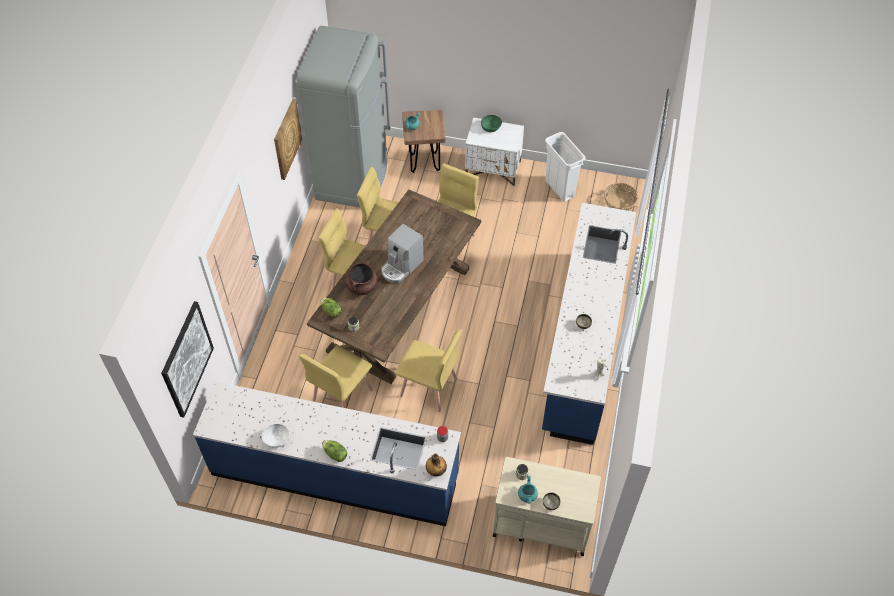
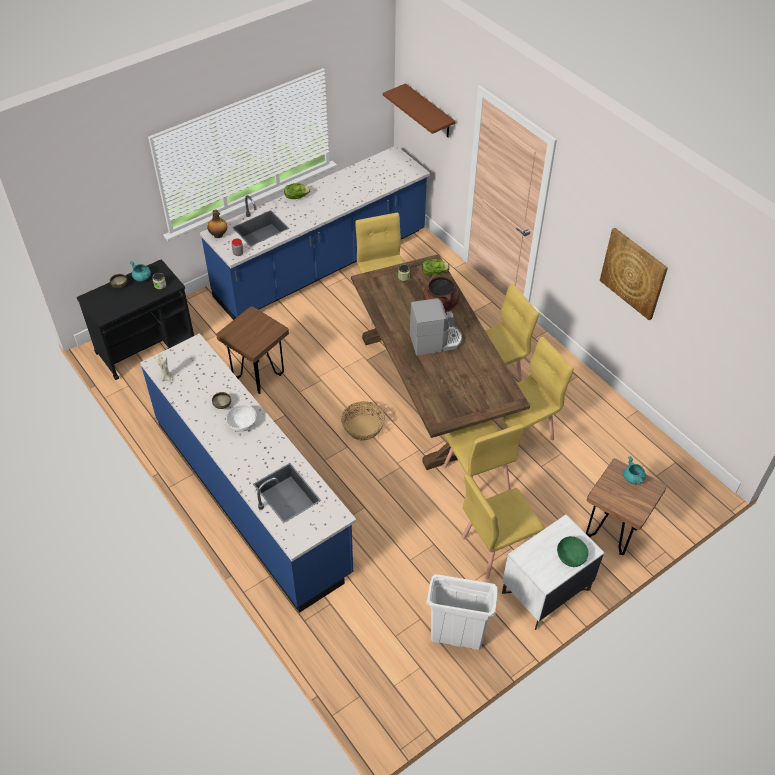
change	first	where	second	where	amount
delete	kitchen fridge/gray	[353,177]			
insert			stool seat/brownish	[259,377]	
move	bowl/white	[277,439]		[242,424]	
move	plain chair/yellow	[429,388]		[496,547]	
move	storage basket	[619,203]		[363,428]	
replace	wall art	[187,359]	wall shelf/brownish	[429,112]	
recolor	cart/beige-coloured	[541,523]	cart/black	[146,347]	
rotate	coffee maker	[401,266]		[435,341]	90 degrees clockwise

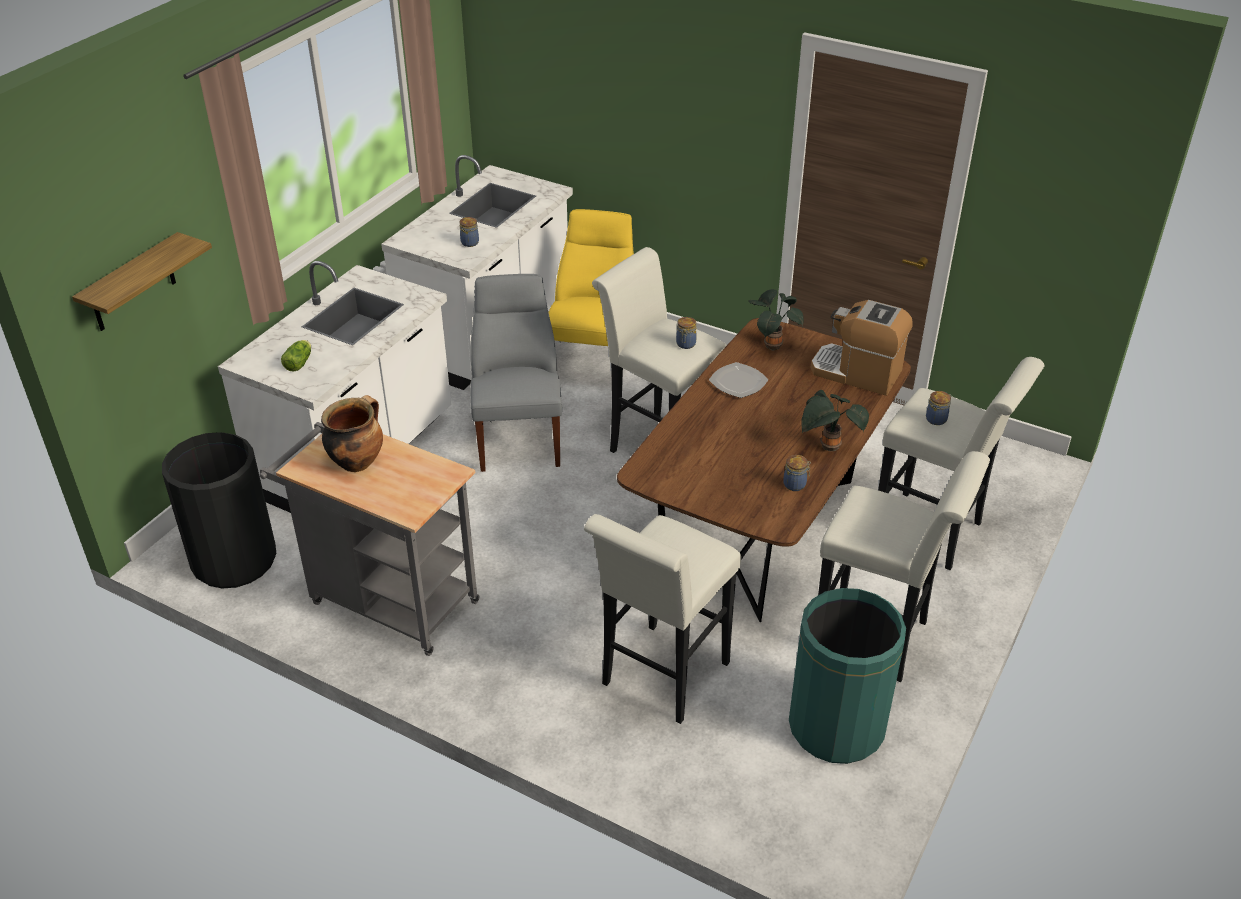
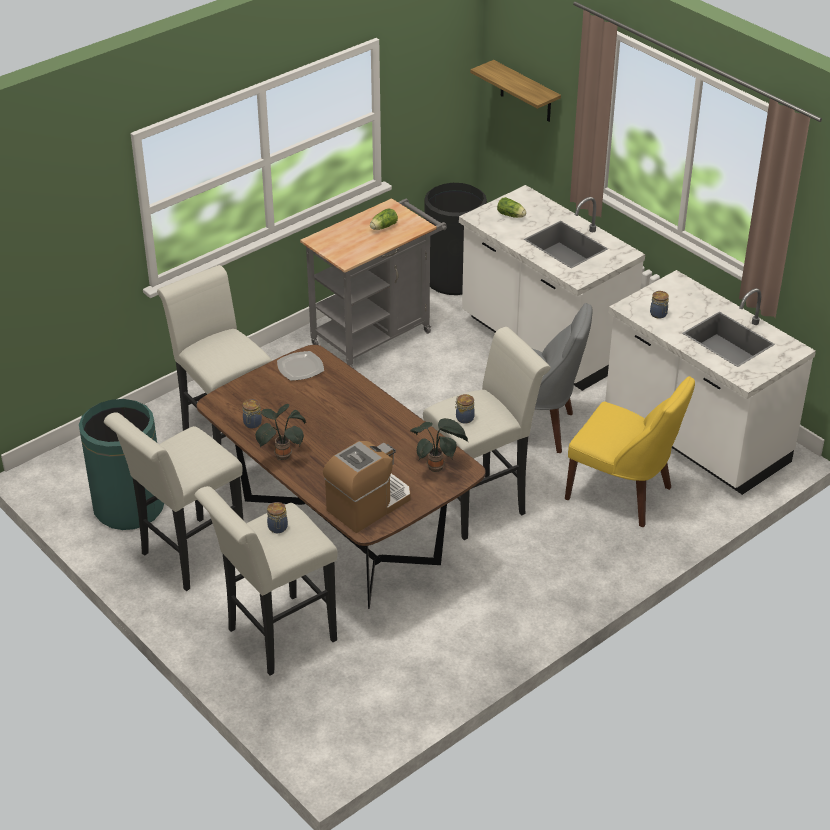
change	first	where	second	where	amount
move	flat dish	[738,382]		[301,368]	
replace	cooking pot	[357,461]	lettuce	[382,227]	

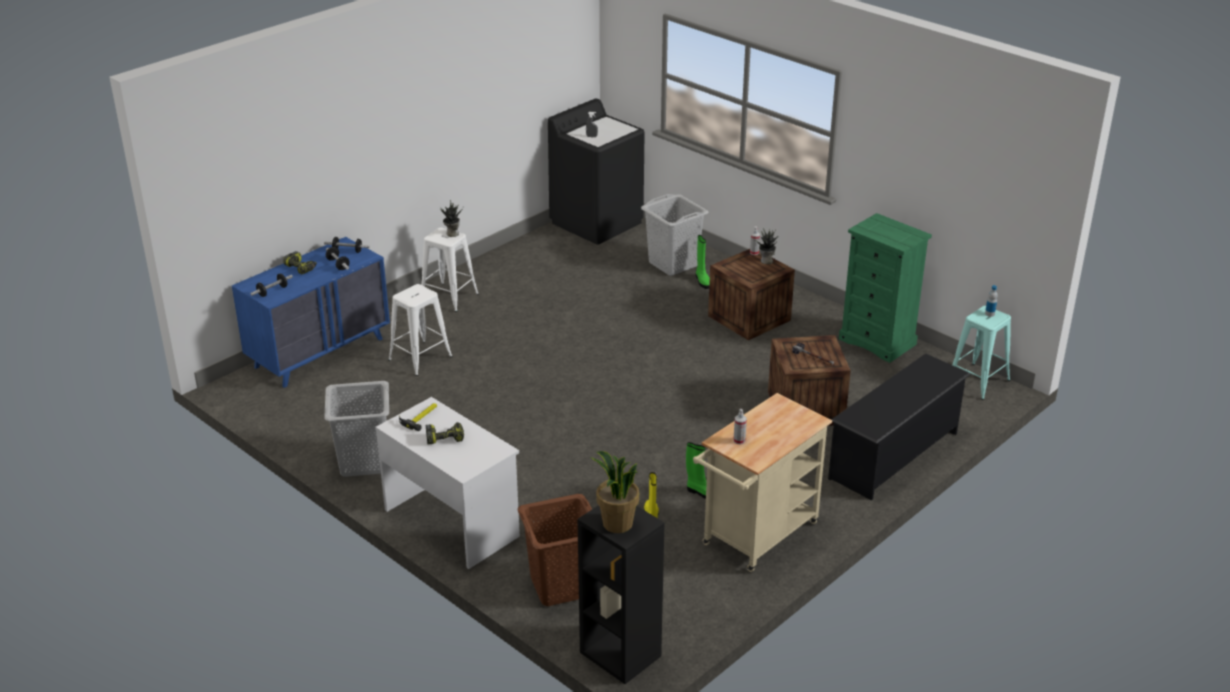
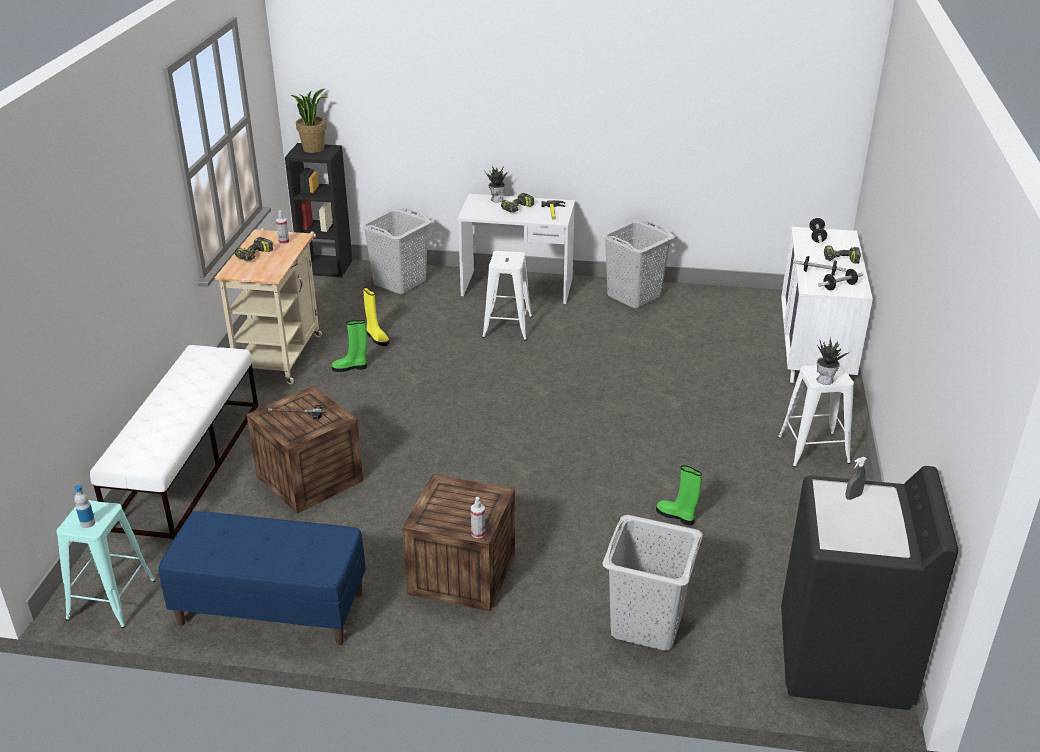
change	first	where	second	where	amount
insert			power drill	[255,255]	
move	stool seat/white	[420,358]		[507,327]	
move	tall boot/green	[702,281]		[676,516]	
move	houseplant	[766,261]		[497,199]	
replace	shoe stand/black	[894,455]	bench/white	[188,463]	
replace	dresser/green	[877,342]	bench/blue	[270,609]	
recolor	dresser/blue	[320,352]	dresser/white	[814,350]	
recolor	washing basket/brownish	[560,585]	washing basket/gray	[400,282]	

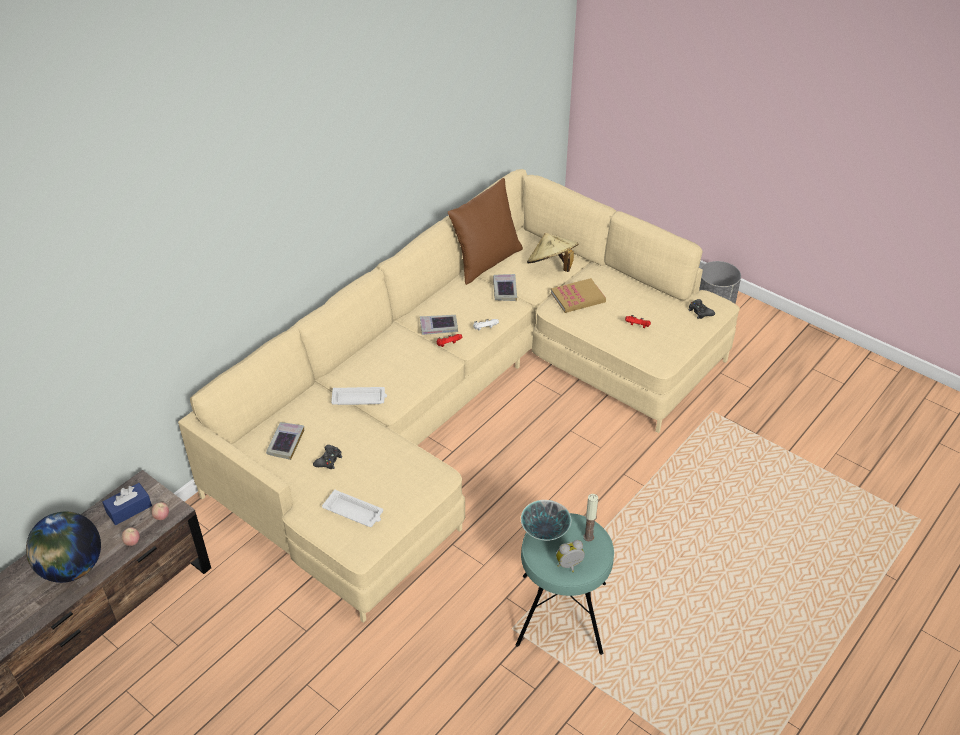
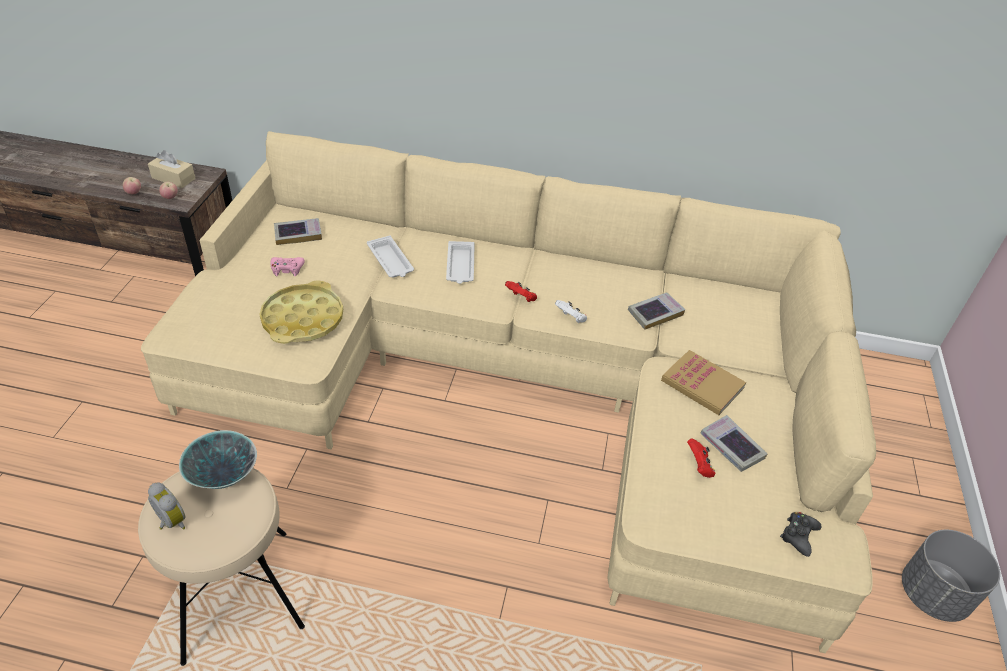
change	first	where	second	where	amount
delete	globe	[72,568]			
delete	pillow/brownish	[486,262]			
delete	wearable hat/beige-coloured	[552,266]			
delete	candle	[588,537]			
insert			tray/yellow	[303,319]	
move	tray/white	[354,512]		[460,266]	
move	volume	[438,327]		[731,447]	
recolor	tissue box/blue	[129,509]	tissue box/beige-coloured	[173,178]	
recolor	game controller/black	[328,460]	game controller/pink-coloured	[287,269]	
recolor	stool seat/turquoise	[561,614]	stool seat/beige-coloured	[236,594]	

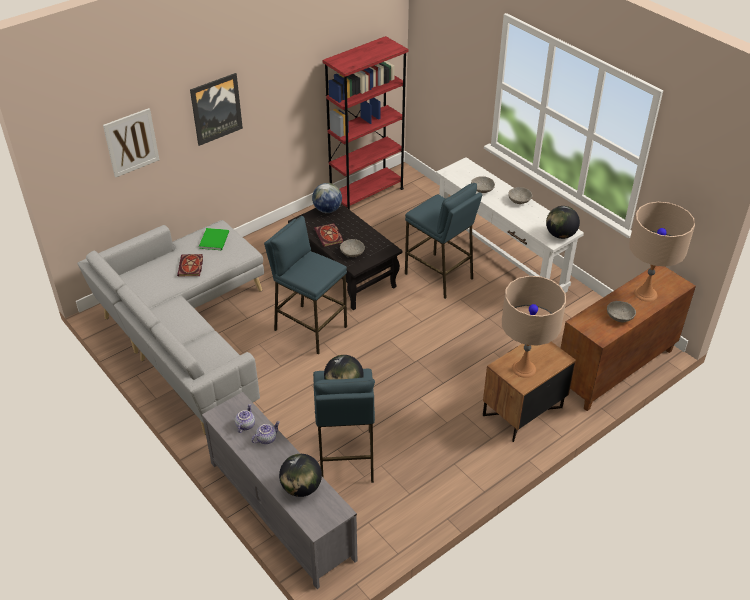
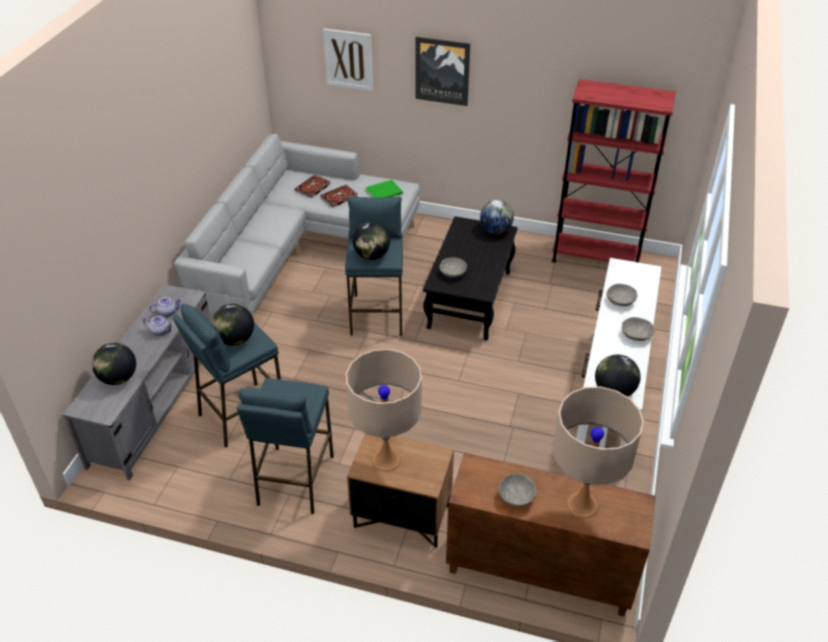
change	first	where	second	where	amount
insert			globe	[372,255]	
move	volume	[329,236]		[313,188]	
move	stool seat/blue	[439,276]		[294,480]	

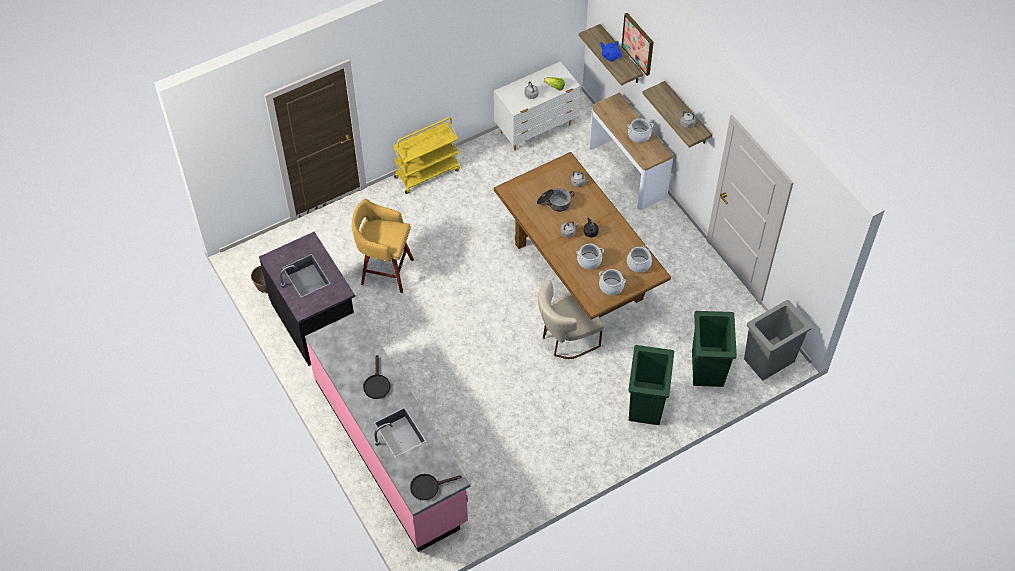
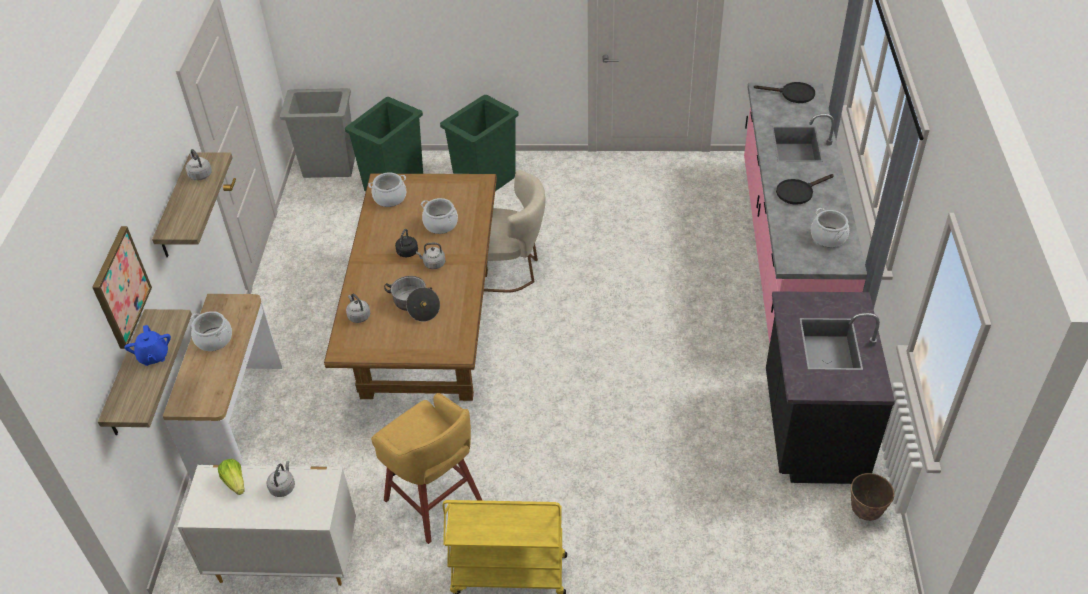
change	first	where	second	where	amount
move	stool seat/yellow	[385,271]		[435,503]	
move	cooking pot	[611,286]		[828,237]	
rotate	pan/black	[376,384]		[798,192]	150 degrees counterclockwise

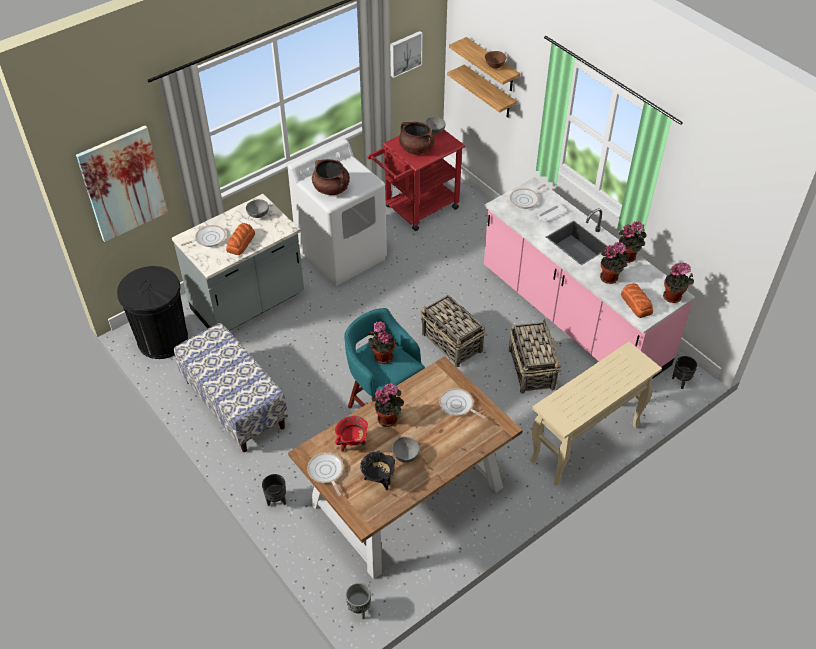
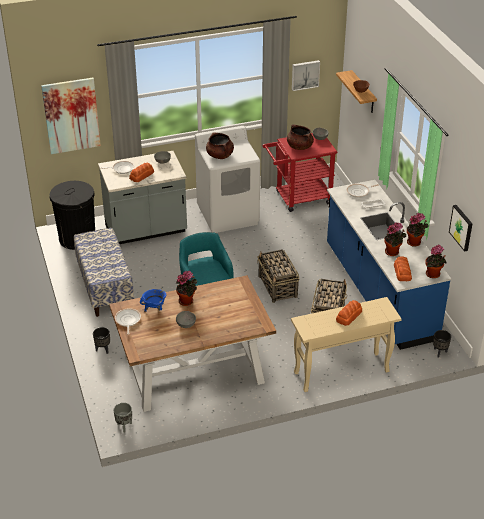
change	first	where	second	where	amount
delete	cooking pot/black	[378,479]			
delete	houseplant	[382,356]			
delete	pan	[458,405]			
delete	wall shelf	[489,92]			
insert			baked bread	[348,316]	
insert			wall art	[462,227]	
recolor	cooking pot/red-coloured	[352,442]	cooking pot/blue	[154,309]	
recolor	kitchen base unit/pink-coloured	[572,317]	kitchen base unit/blue	[378,292]	

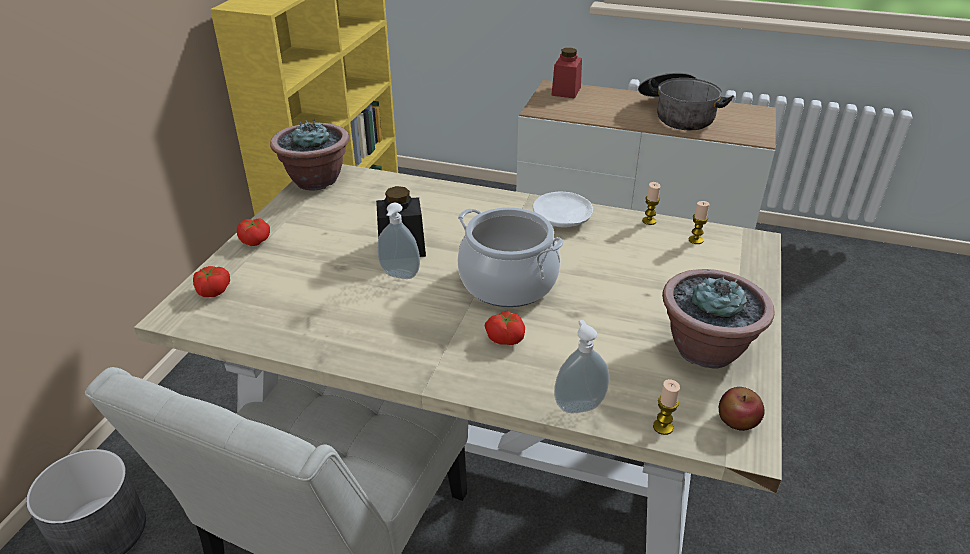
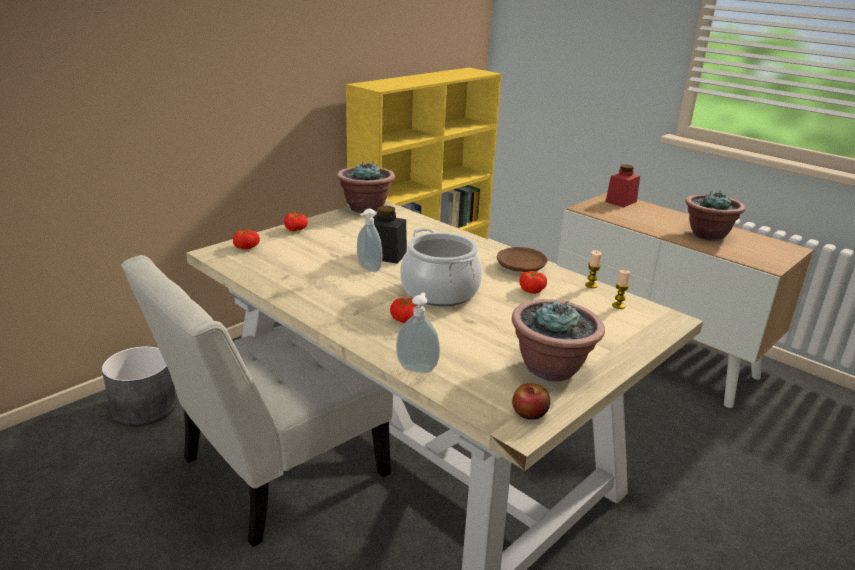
change	first	where	second	where	amount
delete	candle	[663,427]			
insert			whole tomato	[530,290]	
replace	cooking pot	[677,114]	houseplant	[707,235]	
recolor	flat dish/white	[562,219]	flat dish/brownish	[520,267]	

